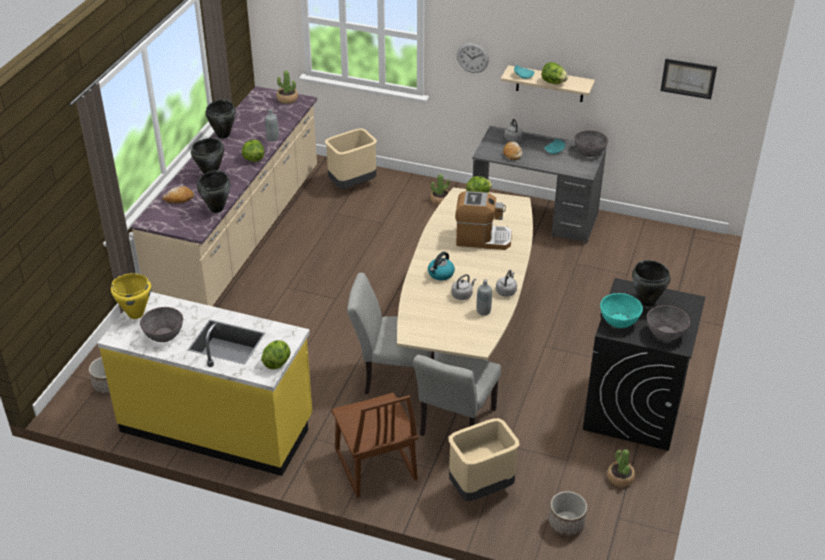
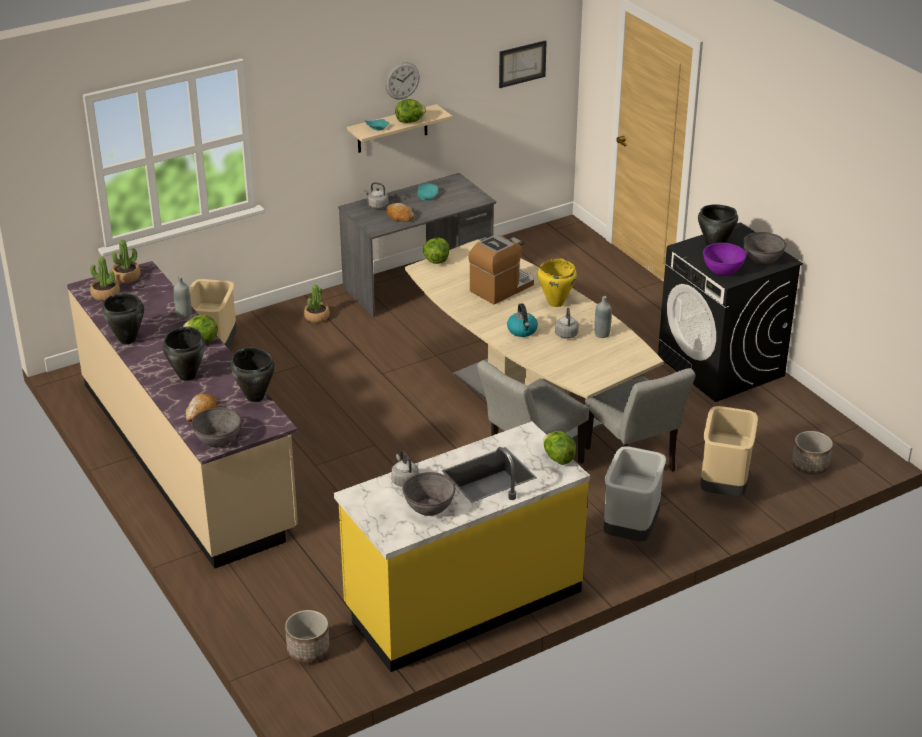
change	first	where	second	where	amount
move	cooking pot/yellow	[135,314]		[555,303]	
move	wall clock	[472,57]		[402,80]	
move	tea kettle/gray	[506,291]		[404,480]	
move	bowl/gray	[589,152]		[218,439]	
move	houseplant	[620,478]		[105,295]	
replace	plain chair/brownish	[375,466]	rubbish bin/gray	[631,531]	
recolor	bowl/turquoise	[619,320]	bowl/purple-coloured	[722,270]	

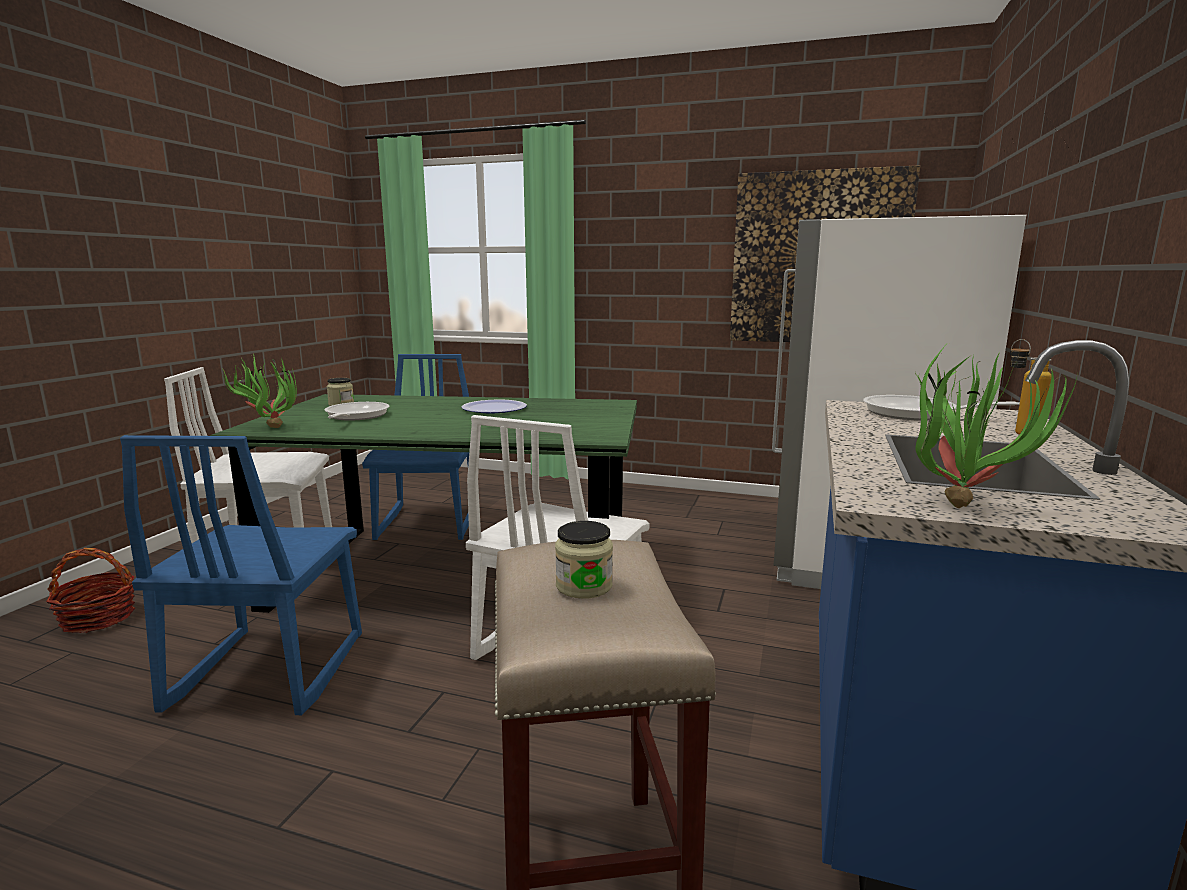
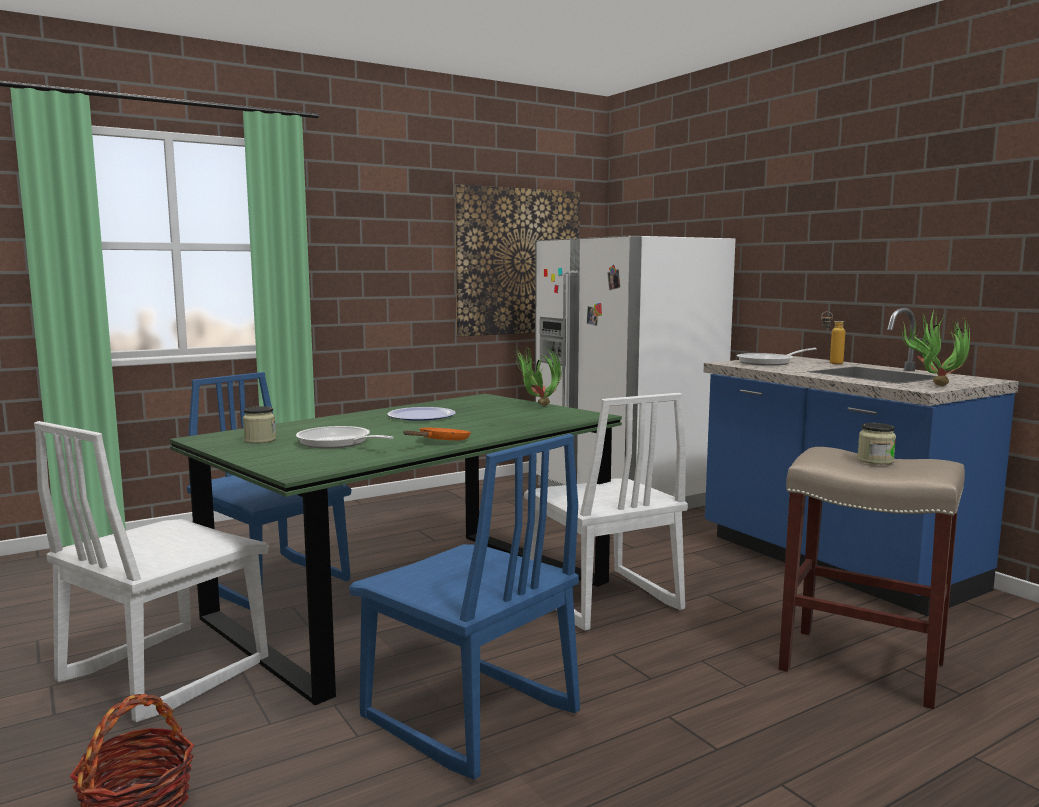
change	first	where	second	where	amount
insert			pan/orangey	[441,442]	
move	houseplant	[268,427]		[537,407]	

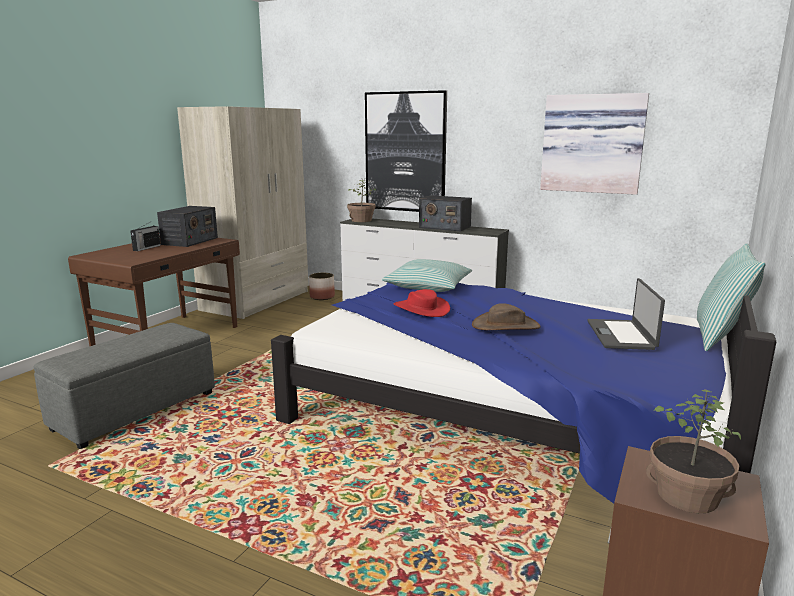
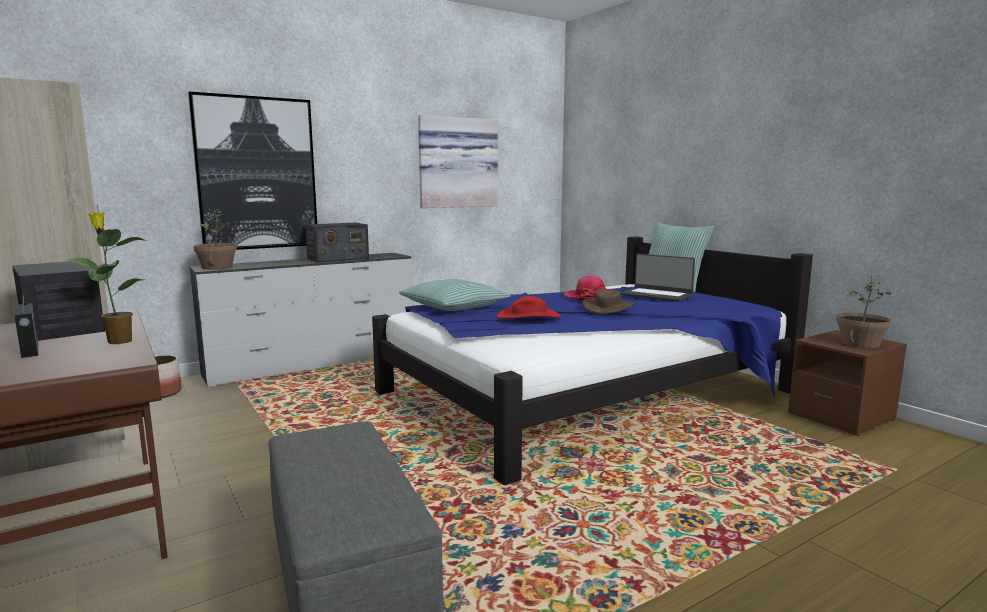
change	first	where	second	where	amount
insert			houseplant	[118,341]	
insert			wearable hat	[591,296]	

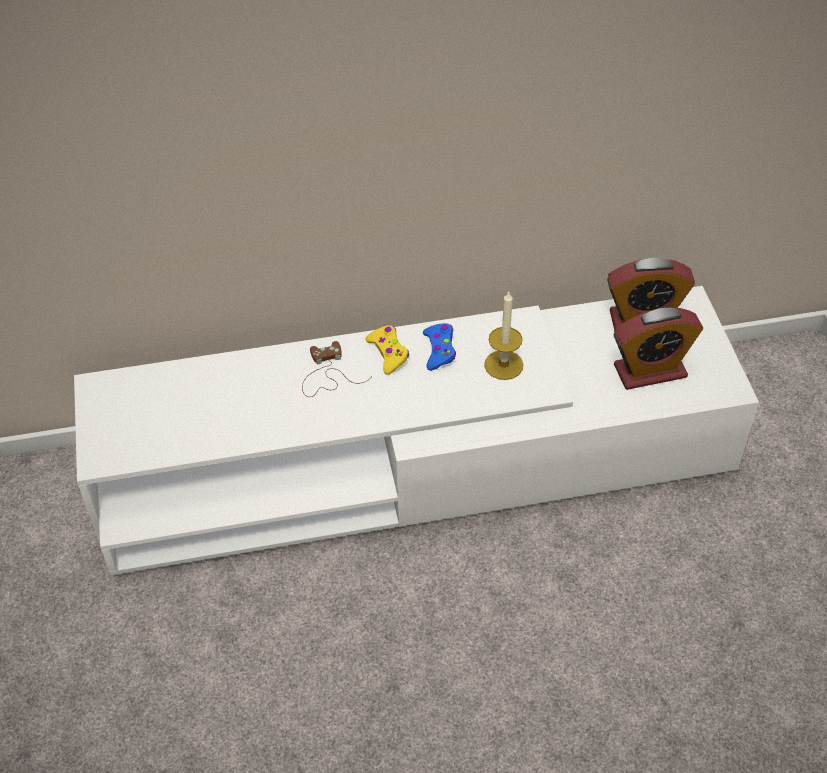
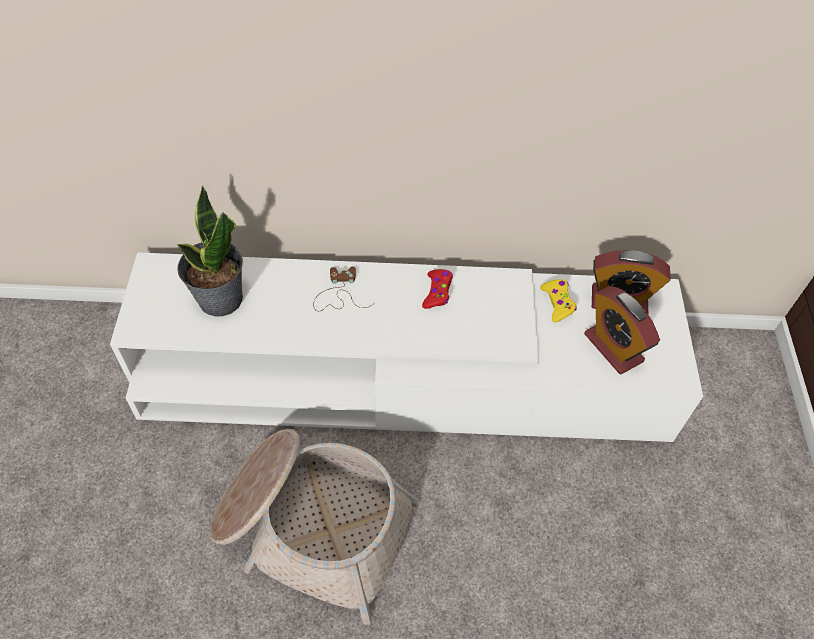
change	first	where	second	where	amount
delete	candle	[503,365]			
insert			houseplant	[219,299]	
insert			storage basket	[312,526]	
move	game controller/yellow	[388,353]		[557,303]	
recolor	game controller/blue	[439,350]	game controller/red-coloured	[437,292]	
rotate	table clock	[650,371]		[613,347]	60 degrees clockwise

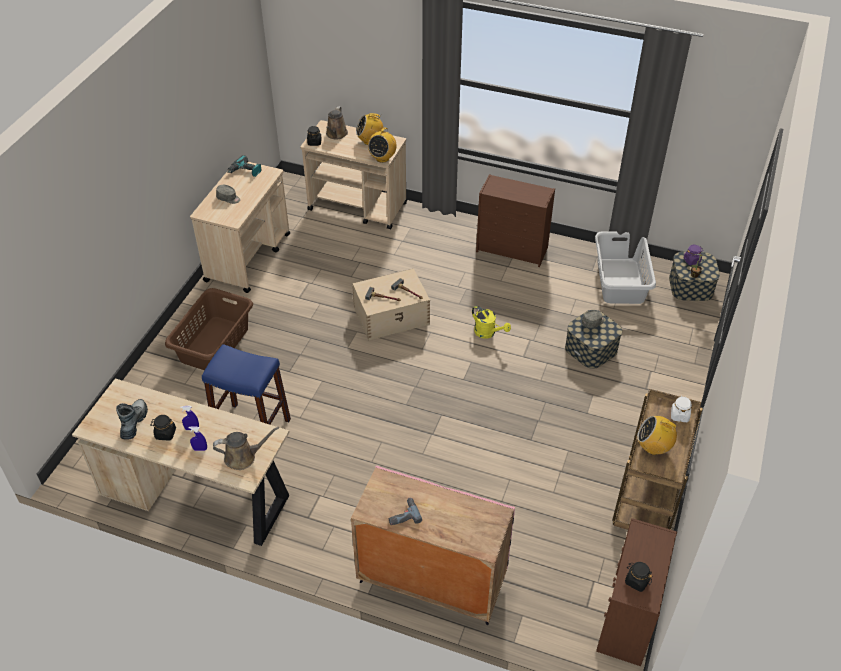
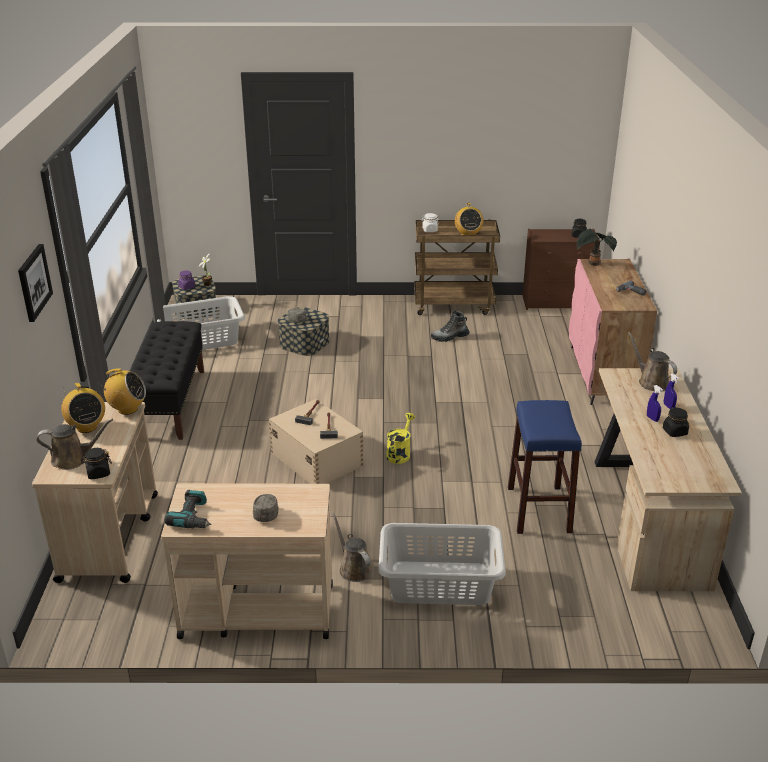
change	first	where	second	where	amount
insert			wall art	[33,282]	
insert			watering can/brownish	[353,568]	
insert			houseplant	[592,264]	
move	tall boot	[134,423]		[449,337]	
move	watering can/yellow	[488,333]		[399,453]	
replace	dresser/brownish	[513,249]	bench/black	[170,403]	
recolor	washing basket/brownish	[213,344]	washing basket/gray	[440,584]	

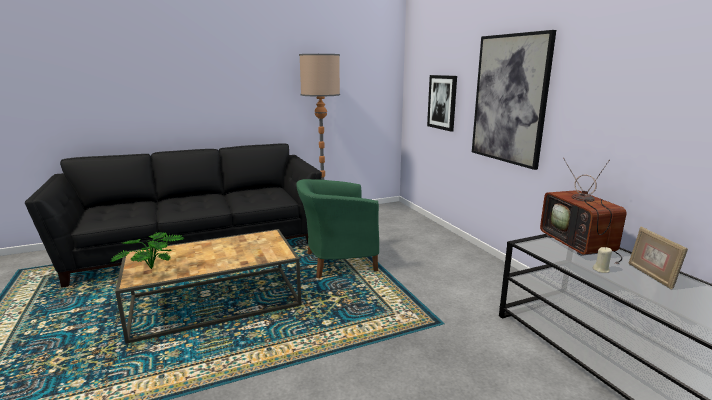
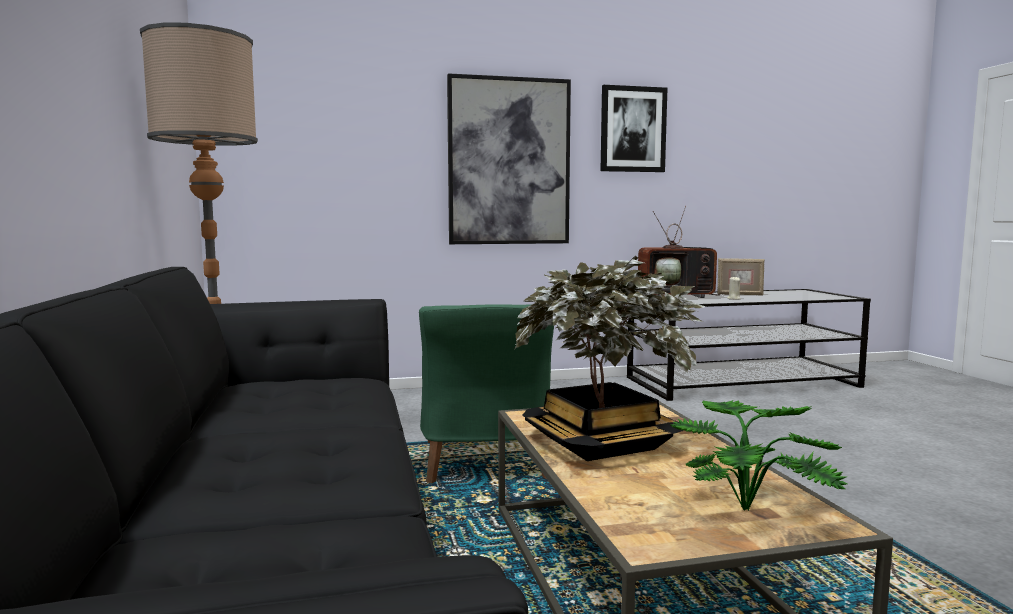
change	first	where	second	where	amount
insert			houseplant	[600,442]	
move	wall art	[442,102]		[633,129]	

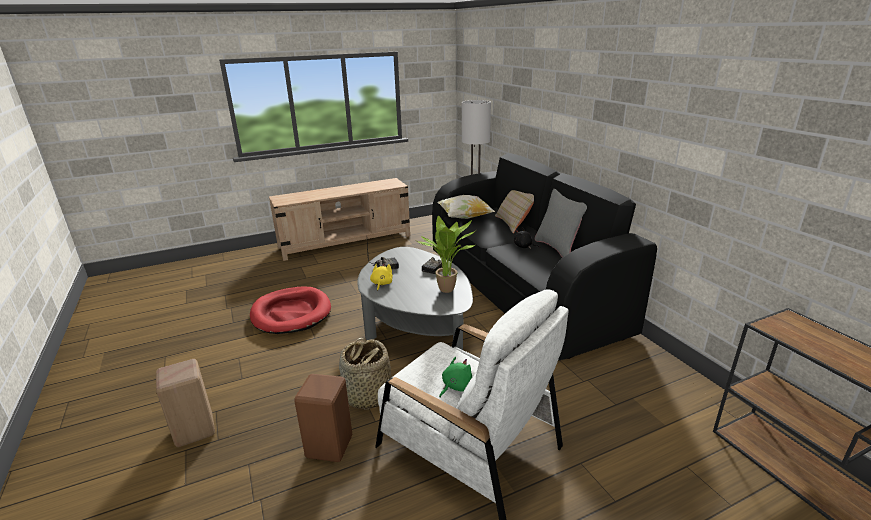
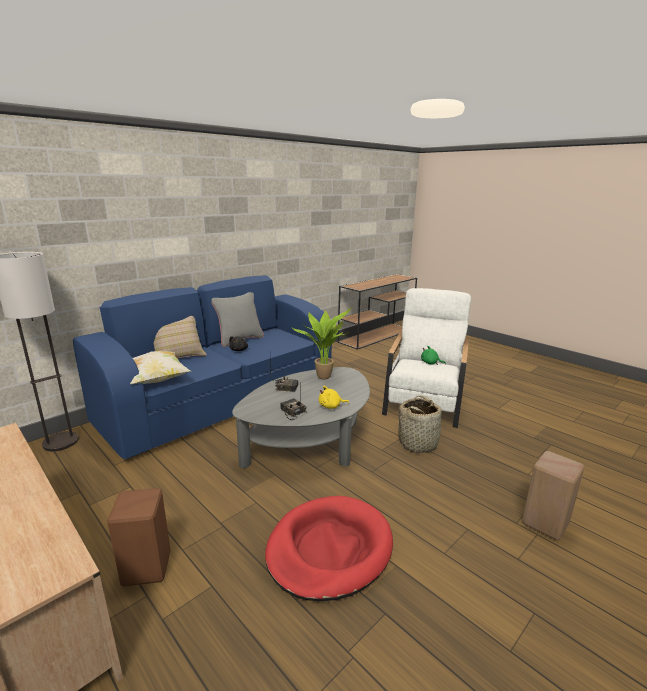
change	first	where	second	where	amount
move	stool seat/brownish	[328,447]		[147,569]	
recolor	couch/black	[520,289]	couch/blue	[223,400]	

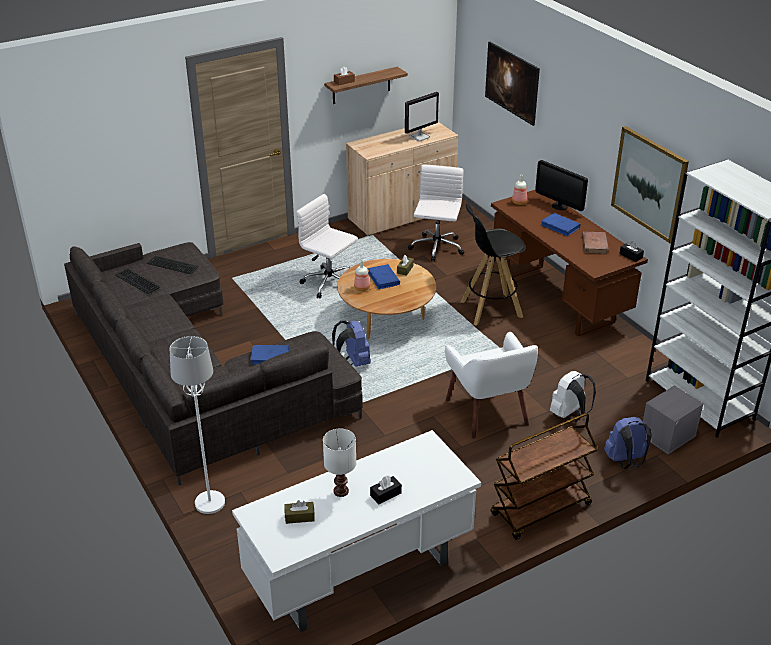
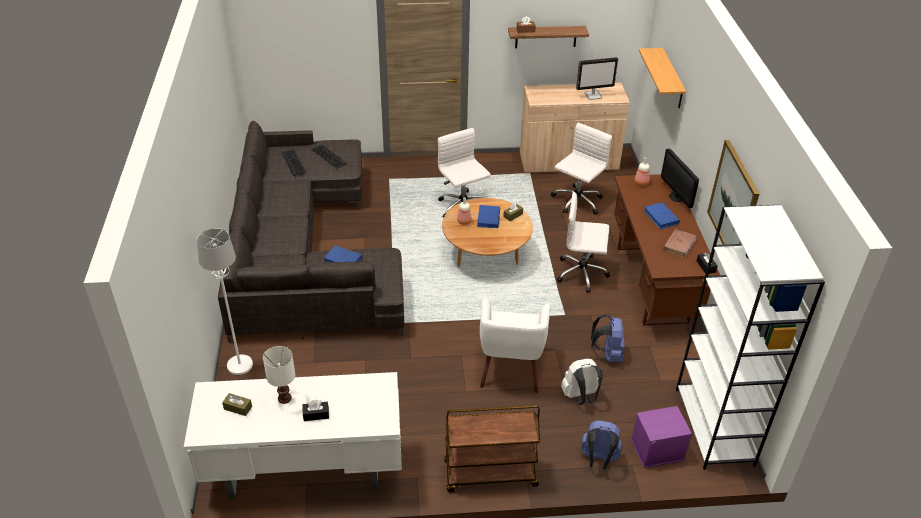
change	first	where	second	where	amount
move	knapsack/blue	[353,362]		[608,354]	
replace	stool seat/black	[490,309]	desk chair/white	[582,273]	
replace	wall art	[511,96]	wall shelf	[672,79]	
recolor	storage bin/gray	[667,435]	storage bin/purple-coloured	[657,449]	

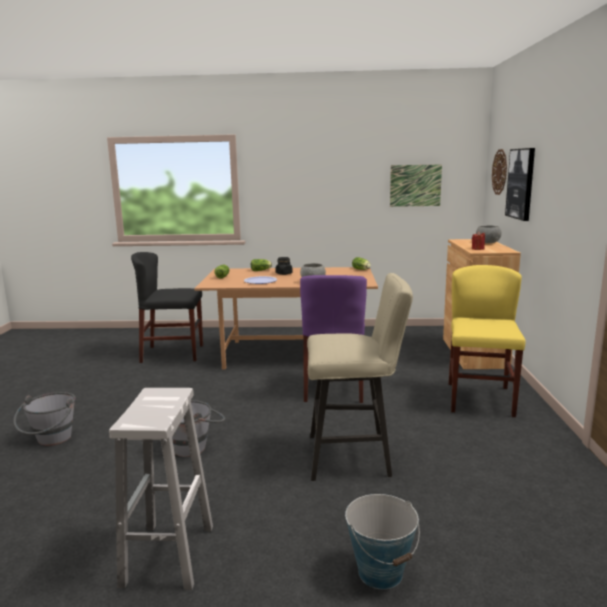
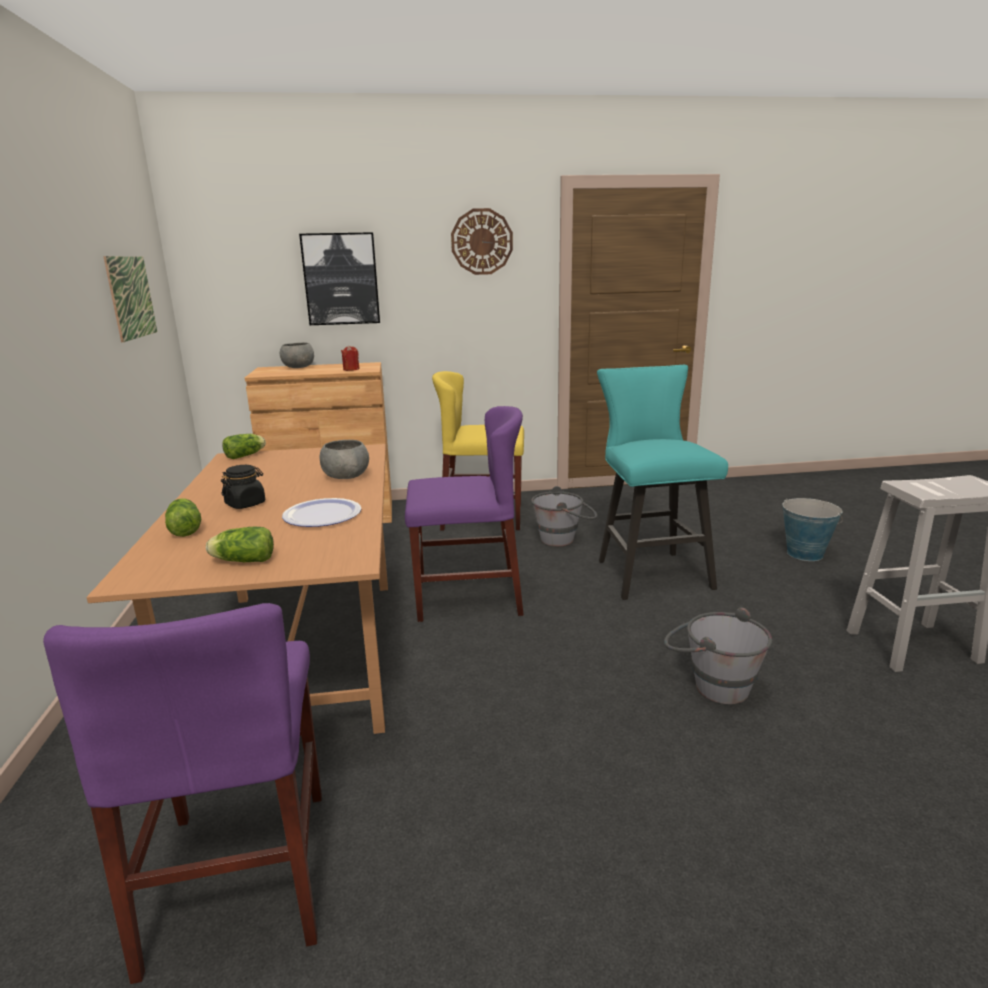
change	first	where	second	where	amount
move	water bucket/gray	[51,441]		[564,539]	
move	wall clock	[500,172]		[482,242]	
recolor	plain chair/black	[173,353]	plain chair/purple-coloured	[240,875]	
recolor	stool seat/beige-coloured	[355,456]	stool seat/turquoise	[649,571]	

